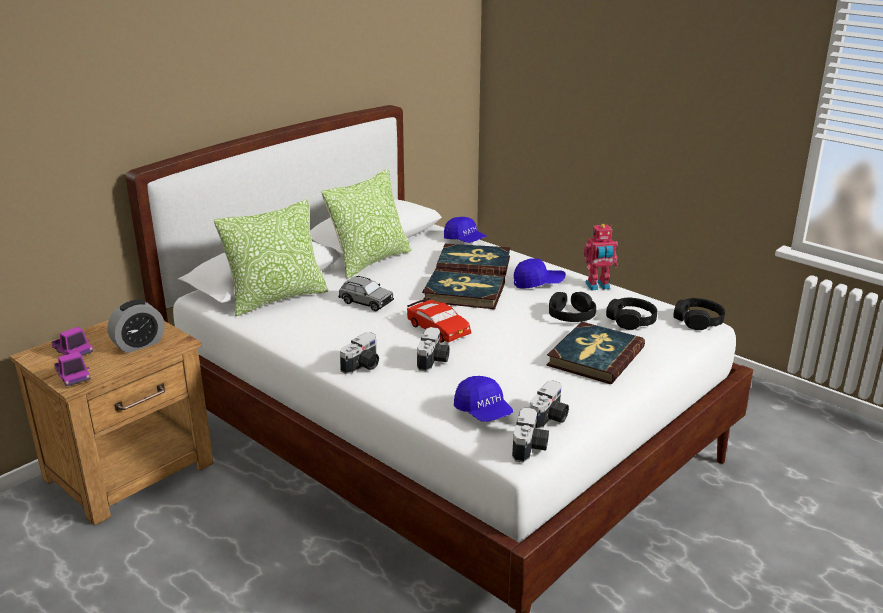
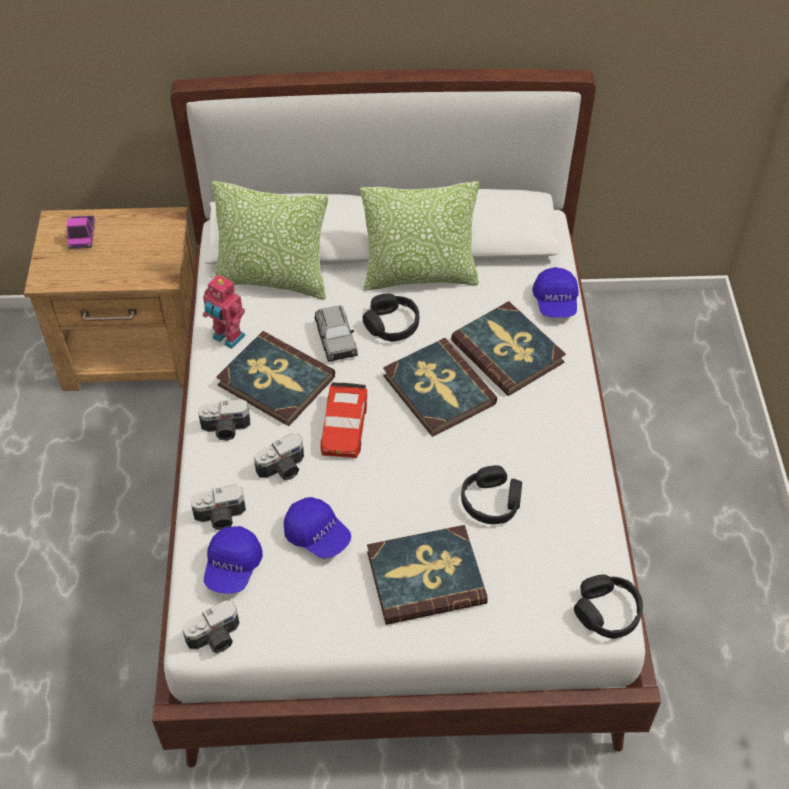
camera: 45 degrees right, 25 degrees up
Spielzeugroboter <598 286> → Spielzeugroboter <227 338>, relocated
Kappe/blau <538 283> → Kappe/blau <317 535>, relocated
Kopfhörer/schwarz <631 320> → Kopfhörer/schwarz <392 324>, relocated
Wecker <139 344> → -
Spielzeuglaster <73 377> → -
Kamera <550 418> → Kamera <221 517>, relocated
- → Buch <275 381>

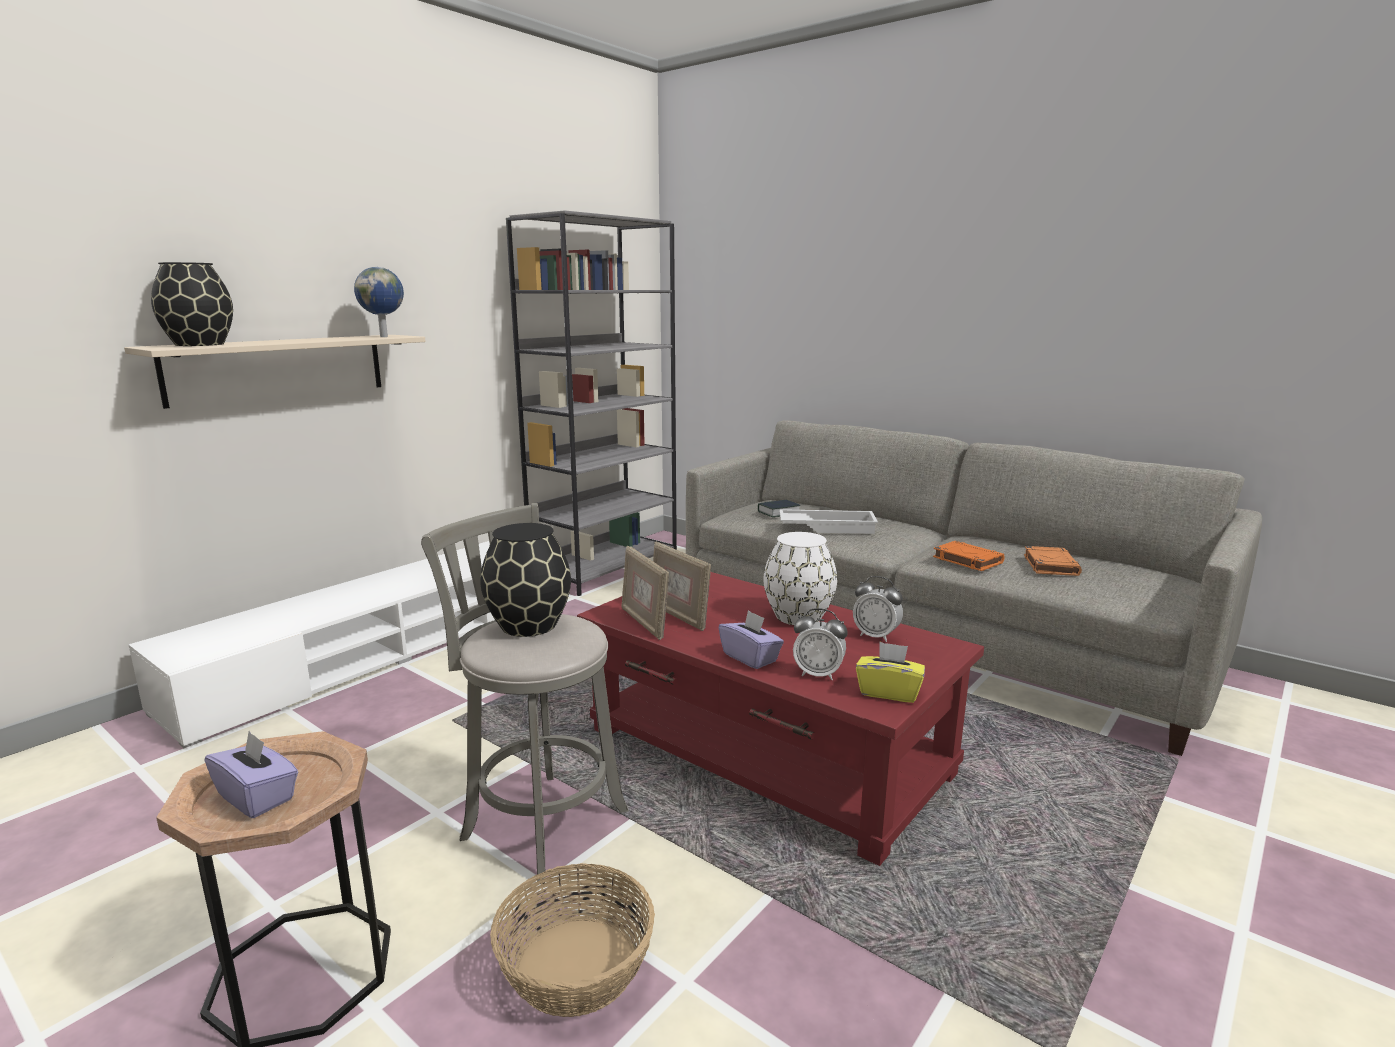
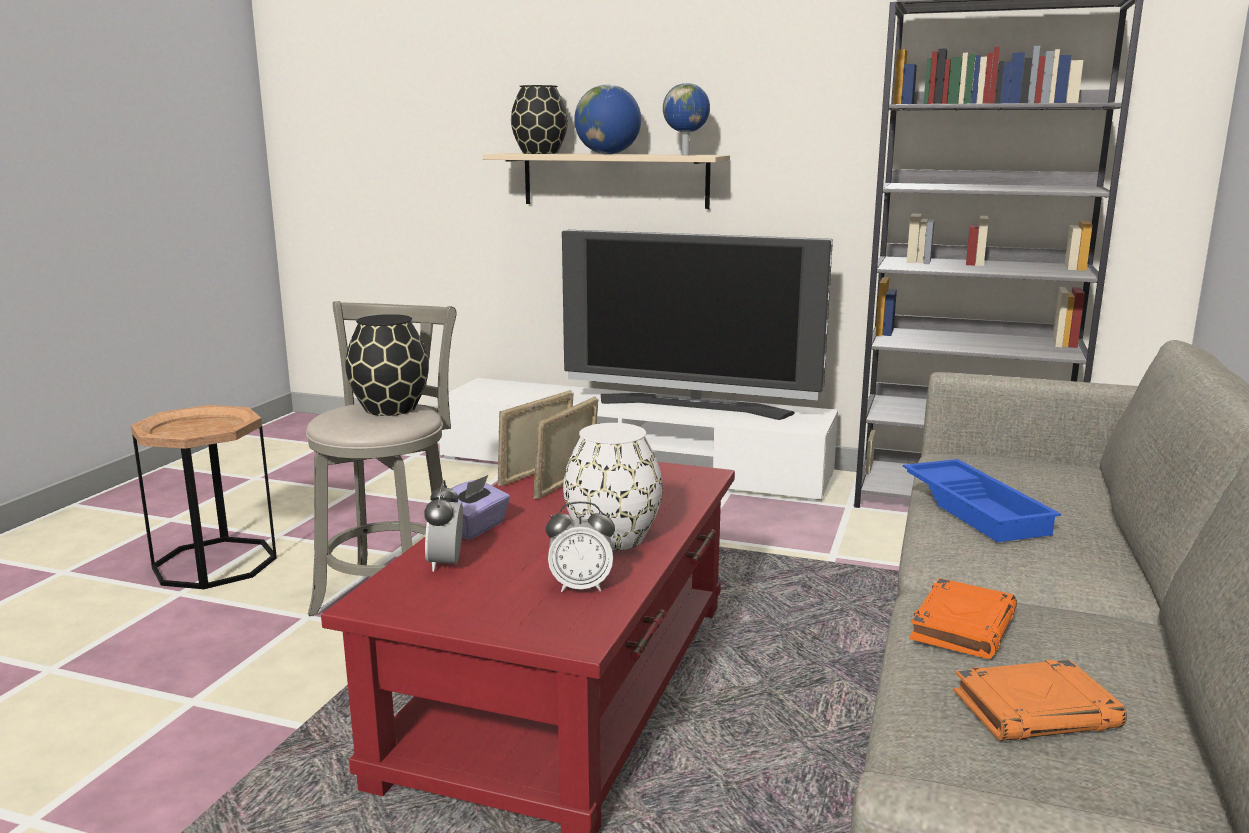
camera: 70 degrees right, 0 degrees up
Buch <778 512> → -
Tablett/weiß <827 527> → Tablett/blau <977 509>
Wecker <876 636> → Wecker <581 586>, 105 degrees counterclockwise
Taschentuchbox/gelb <889 692> → -
Taschentuchbox/lila <257 797> → -
Korb <575 965> → -
- → Globus <608 154>
- → Fernseher <693 406>

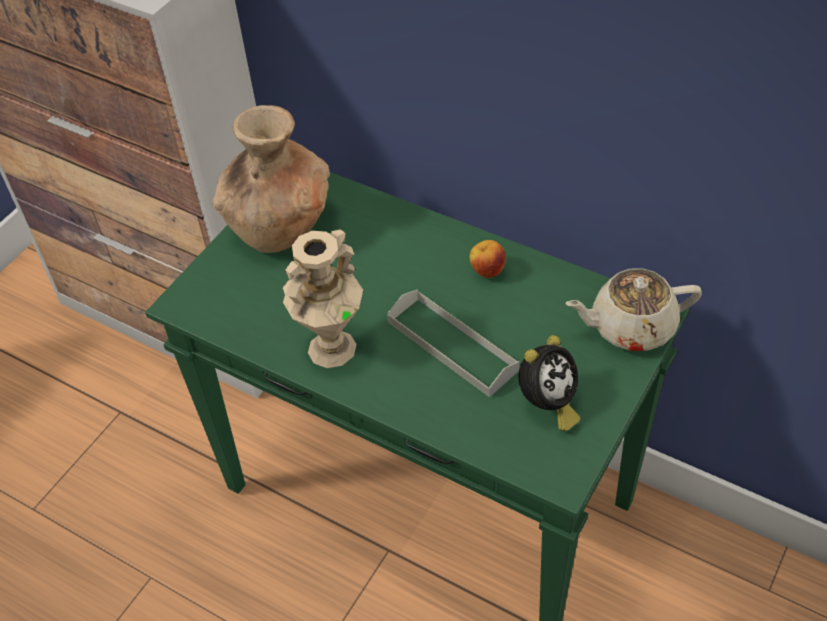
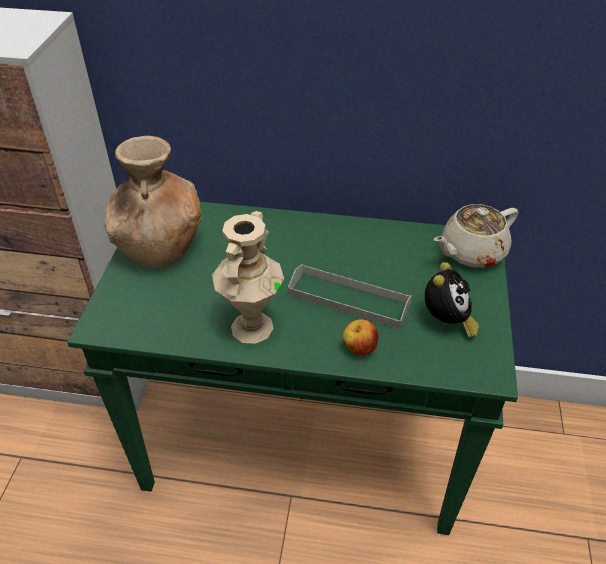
camera: 25 degrees left, 5 degrees down
Apfel <487 271> → Apfel <359 349>, relocated

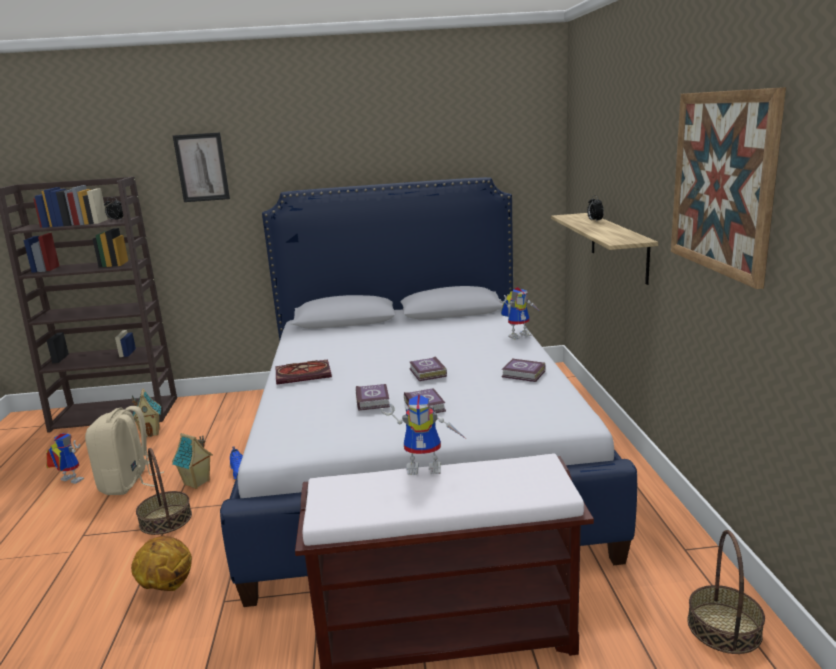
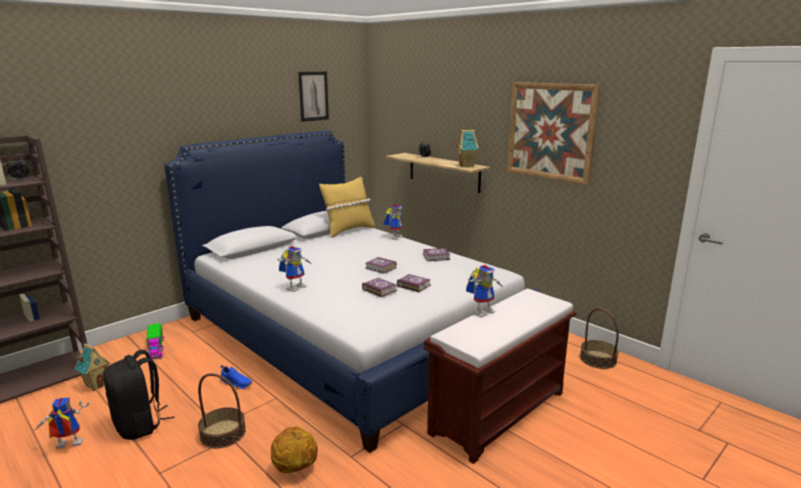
camera: 40 degrees left, 0 degrees up
Bild <202 167> → Bild <313 96>, relocated
Buch <304 374> → Spielzeugroboter <296 287>
Rucksack/beige <128 483> → Rucksack/schwarz <140 425>
Spielzeughaus <197 483> → Spielzeughaus <467 166>, relocated
- → Kissen/gelb <348 230>
- → Spielzeuglaster <156 349>

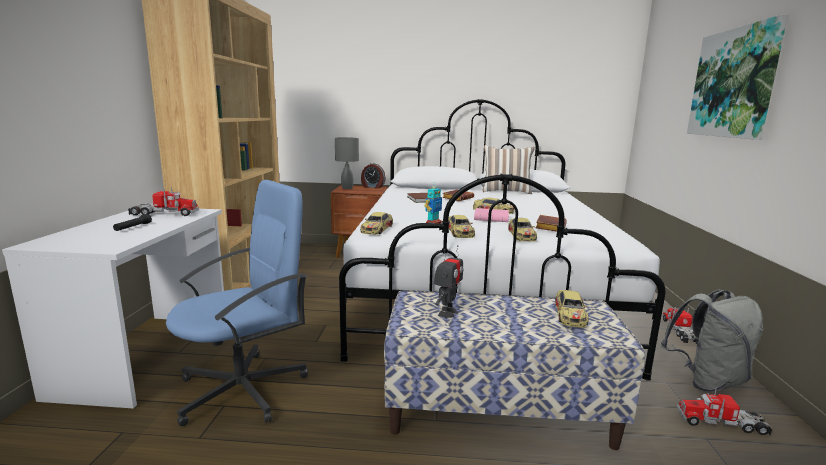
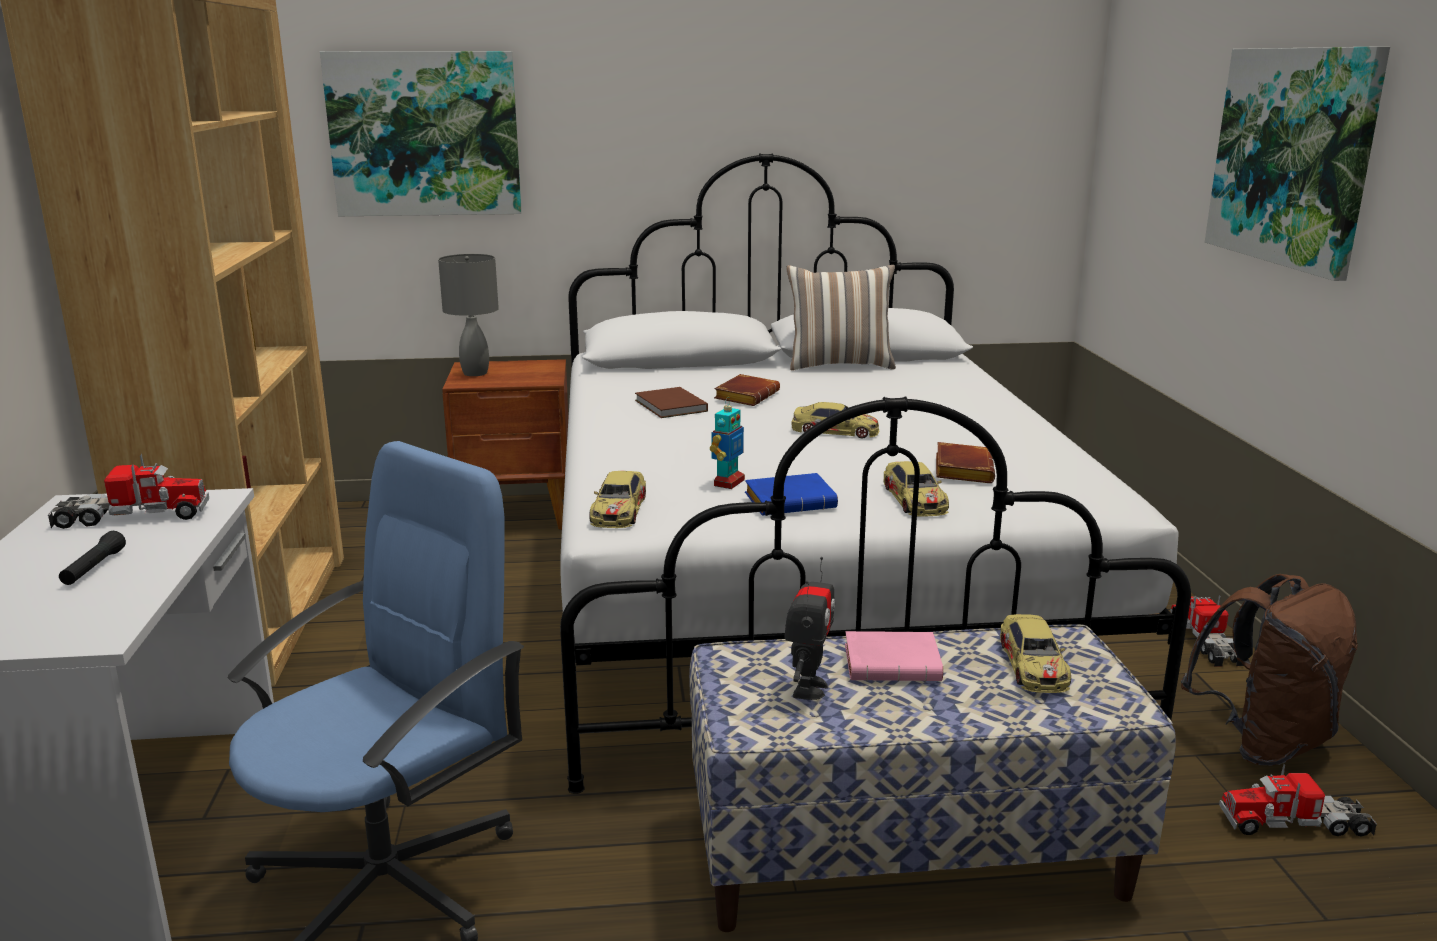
camera: 10 degrees left, 5 degrees up
Wecker <372 187> → -
Buch/rosa <492 219> → Buch/rosa <894 664>, relocated
Spielzeugauto <460 232> → Buch/blau <791 502>
Rucksack/grau <706 381> → Rucksack/braun <1263 743>
- → Bild <425 134>

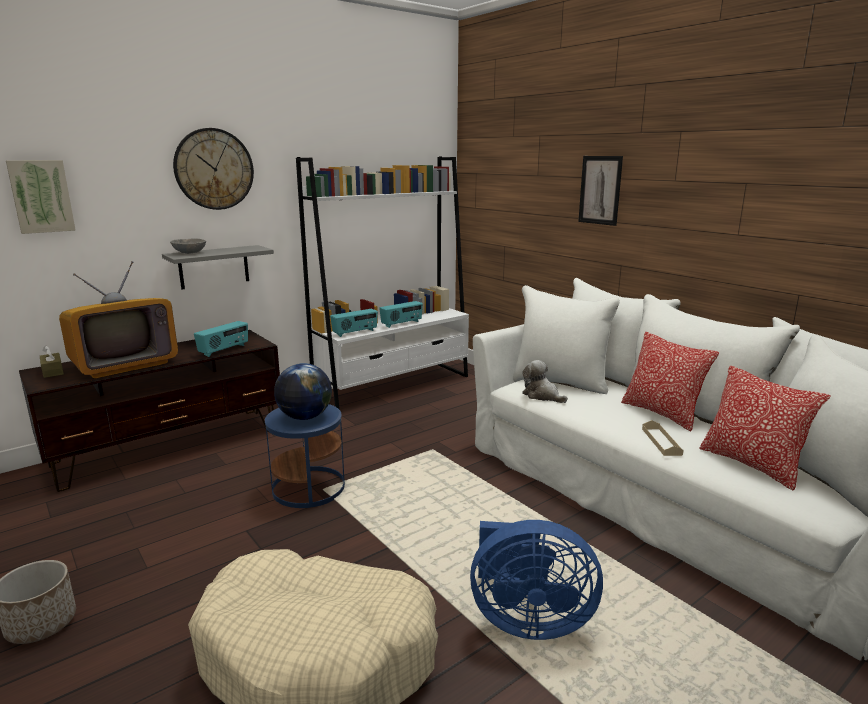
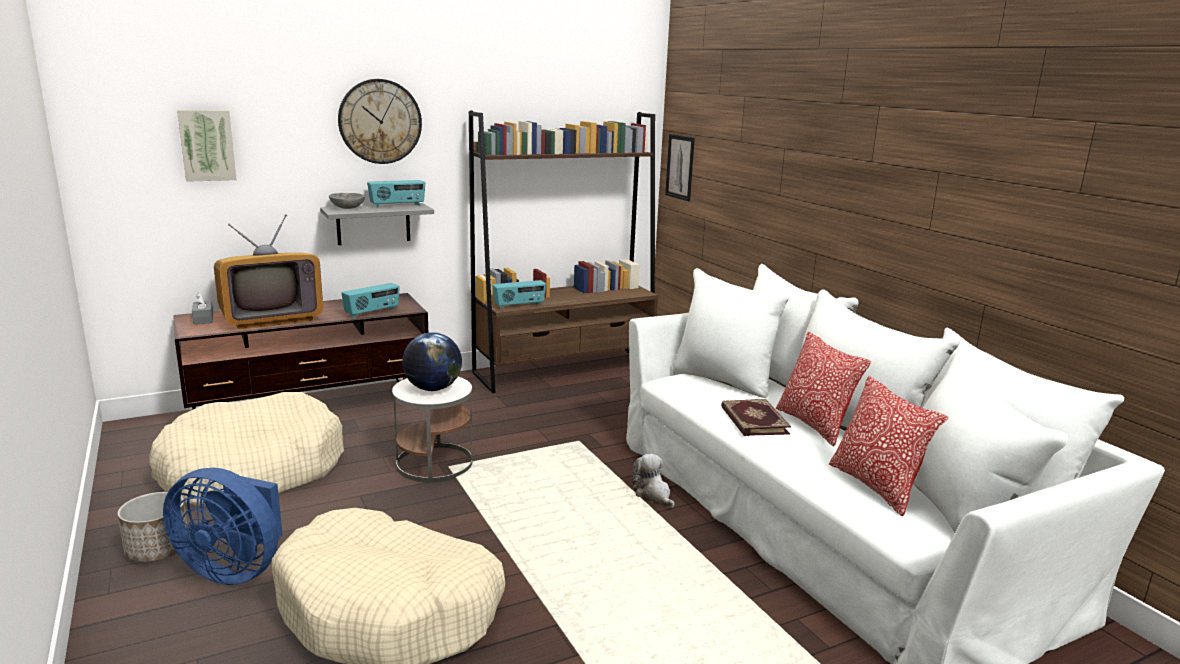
camera: 10 degrees right, 0 degrees up
Bild <600 190> → Bild <680 167>, relocated
Bücherregal/weiß <394 386> → Bücherregal/braun <565 370>
Radio <402 324> → Radio <397 205>, relocated
Taschentuchbox/braun <52 371> → Taschentuchbox/grau <203 319>
Plüschtier <542 395> → Plüschtier <653 494>, relocated
Beistelltisch/blau <309 487> → Beistelltisch/weiß <435 463>
Tablett/beige <661 441> → -
Ventilator/blau <526 620> → Ventilator/blau <234 569>, relocated
- → Hundebett/beige <252 470>
- → Buch <753 420>

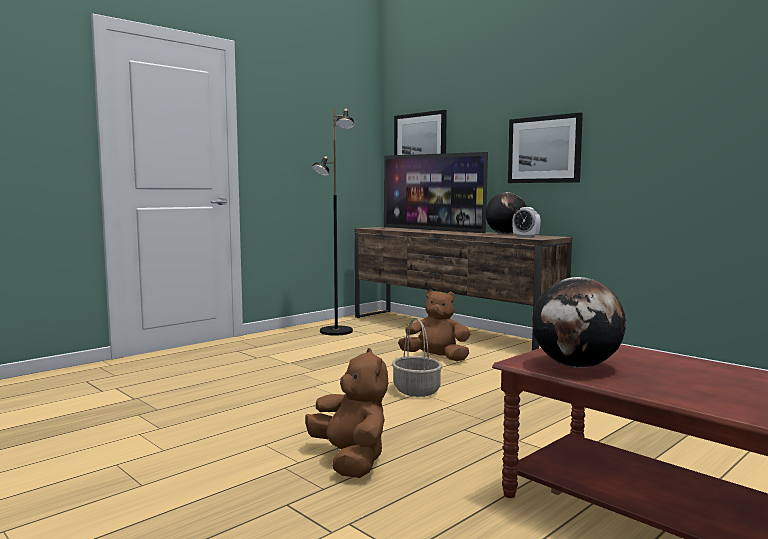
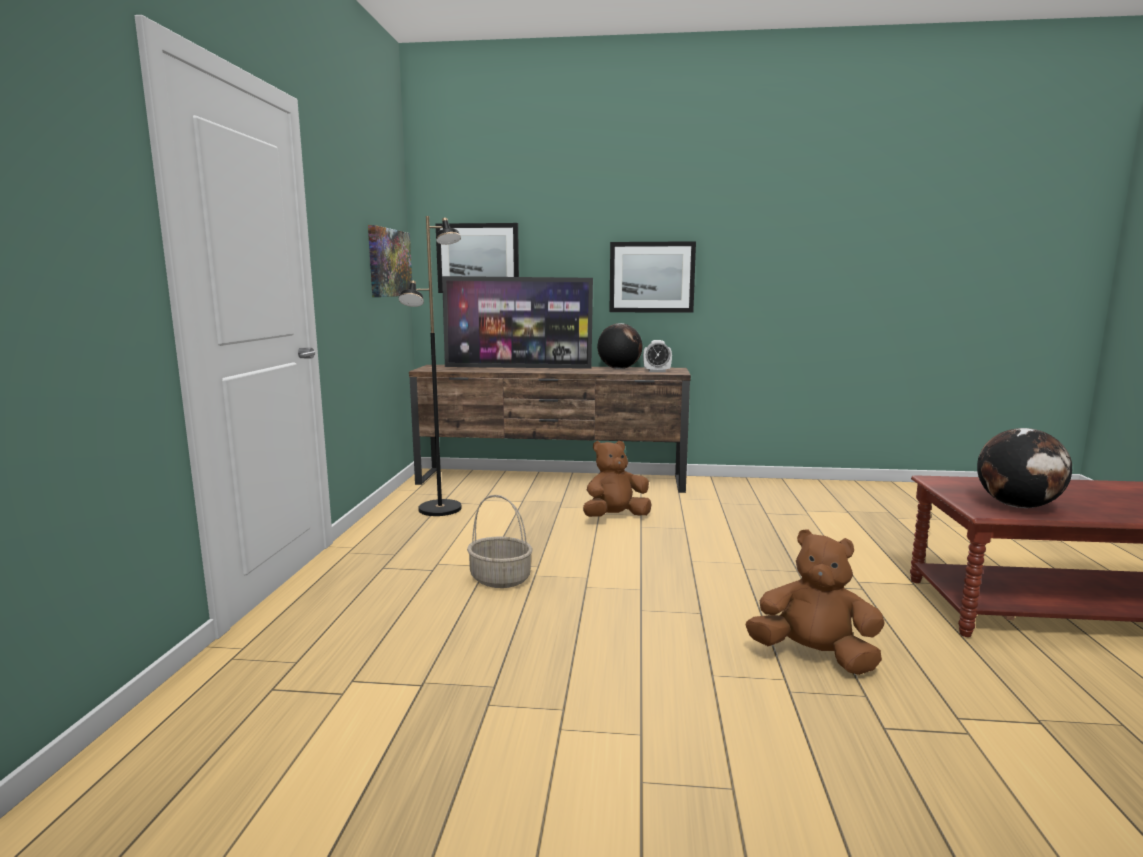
camera: 40 degrees left, 5 degrees up
Korb <416 390> → Korb <499 579>, relocated
- → Bild <389 263>

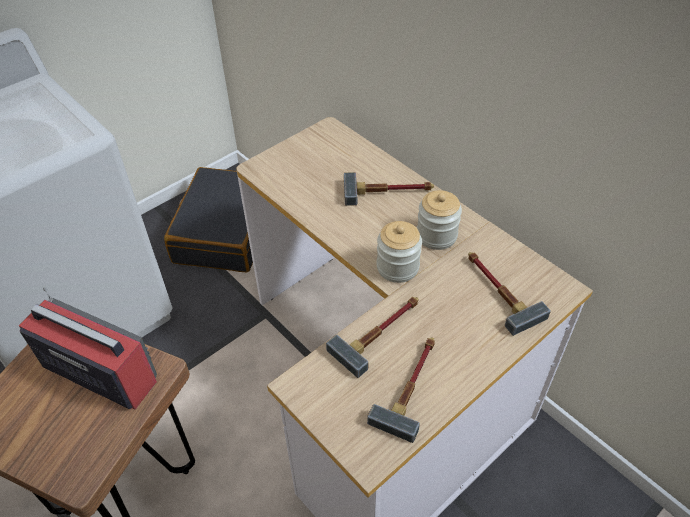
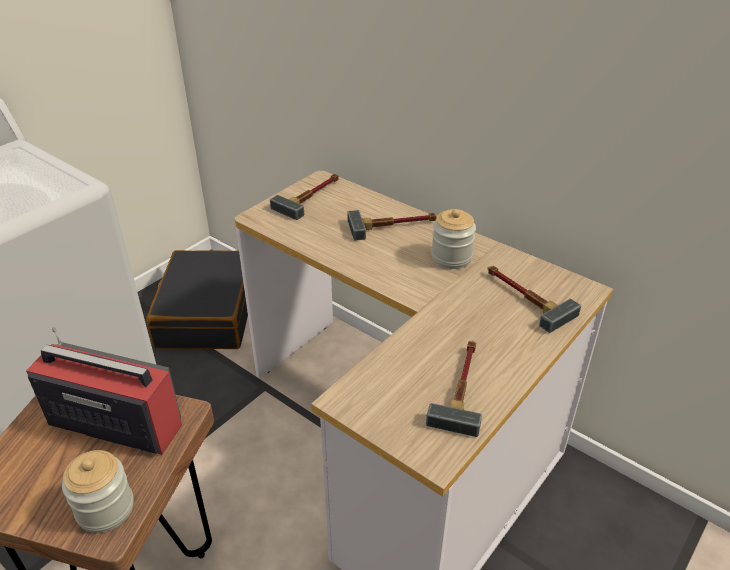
camera: 10 degrees left, 10 degrees down
Vorratsglas <397 267> → Vorratsglas <105 509>, relocated
Hammer <380 332> → Hammer <311 197>, relocated

